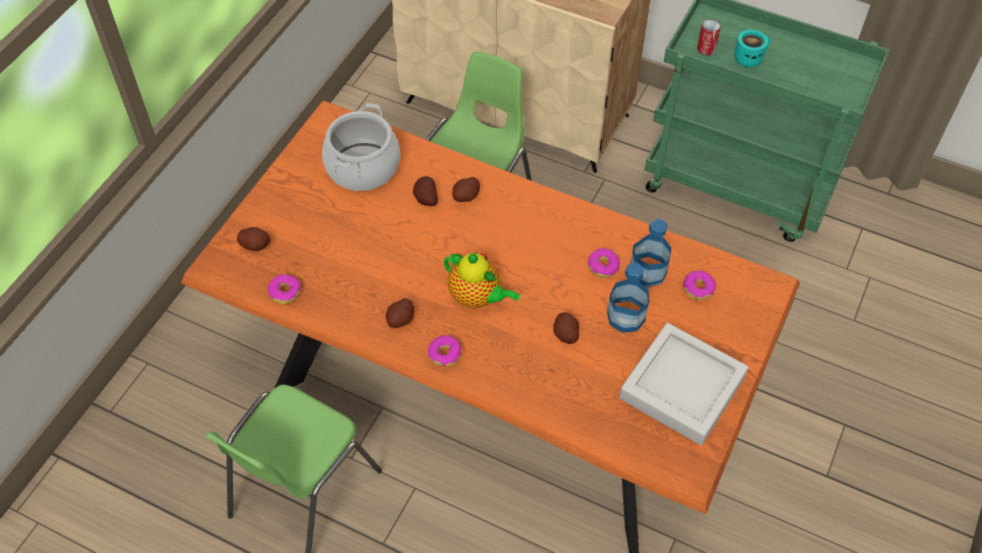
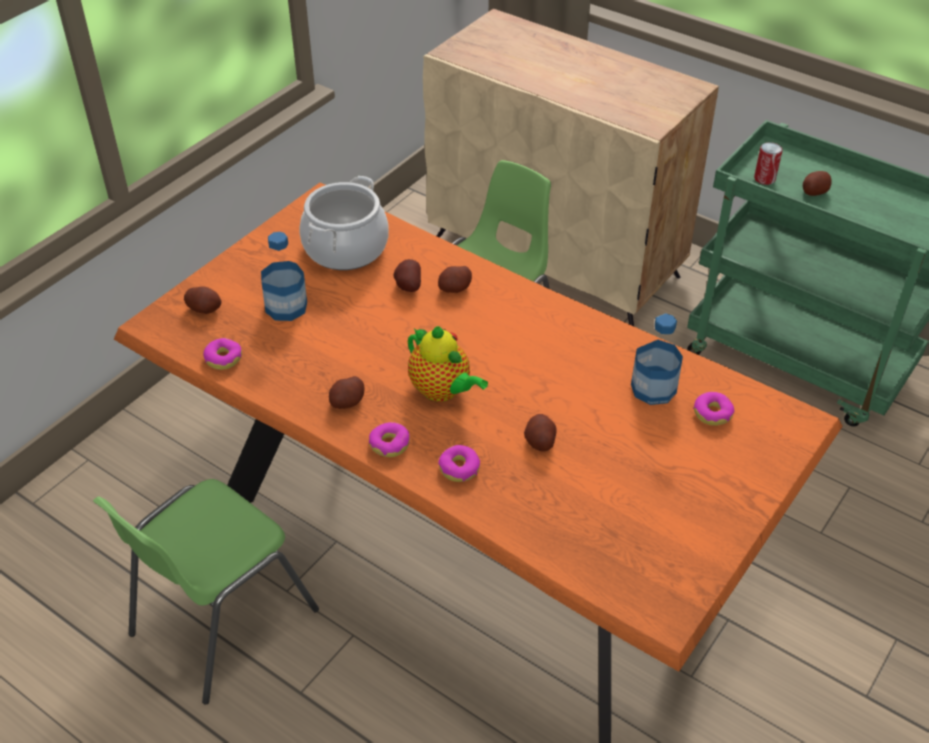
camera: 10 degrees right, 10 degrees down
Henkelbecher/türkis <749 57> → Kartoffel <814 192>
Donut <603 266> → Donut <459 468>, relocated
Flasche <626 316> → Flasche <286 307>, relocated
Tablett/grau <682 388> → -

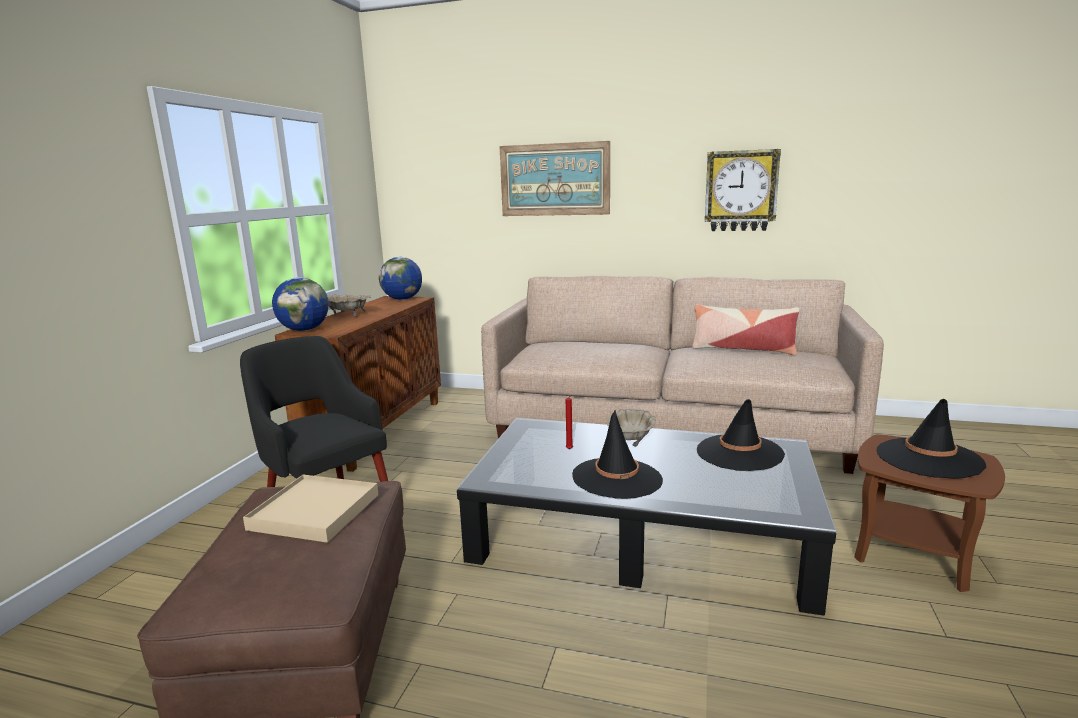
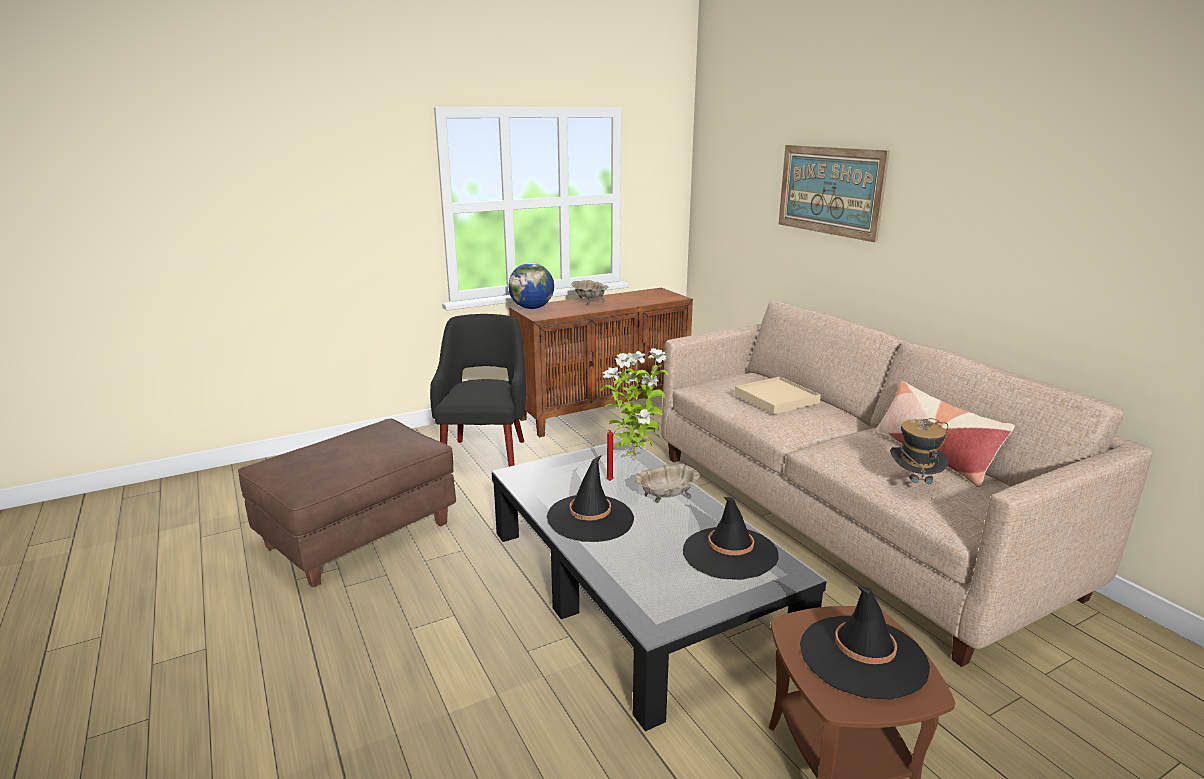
camera: 45 degrees right, 5 degrees up
Wanduhr <741 191> → -
Globus <402 299> → -
Tablett/beige <314 512> → Tablett/beige <776 398>, relocated
- → Topfpflanze <634 460>
- → Hut <913 486>

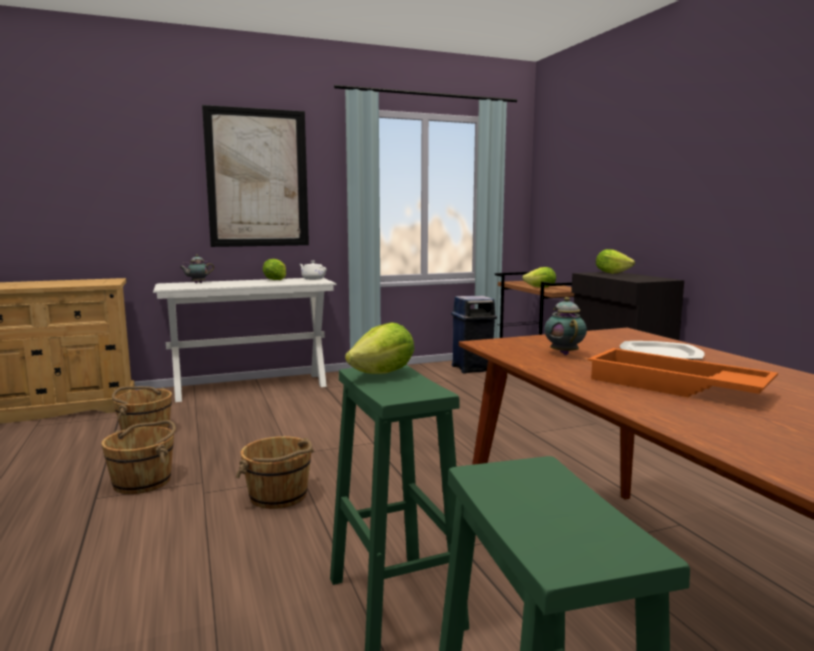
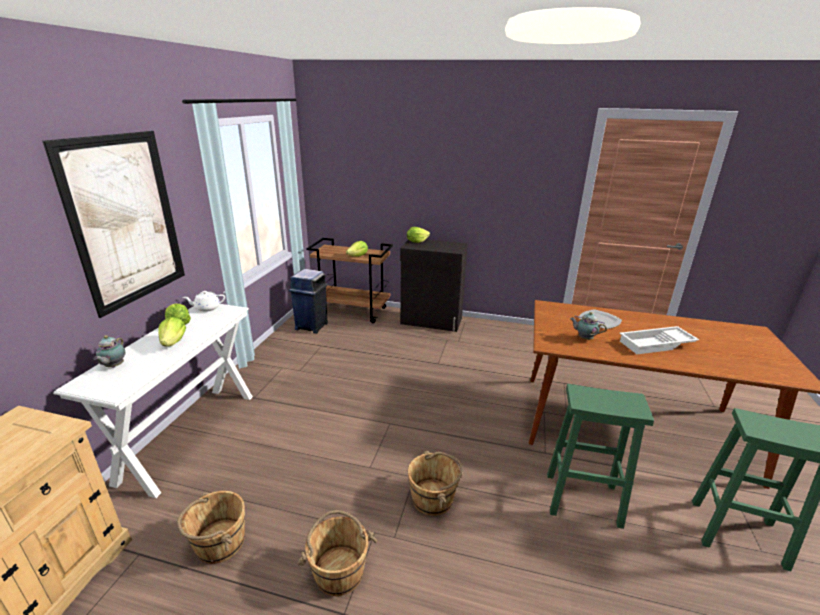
camera: 55 degrees left, 15 degrees up
Salatkopf <383 373> → Salatkopf <174 342>, relocated
Tablett/orange <674 387> → Tablett/weiß <656 344>

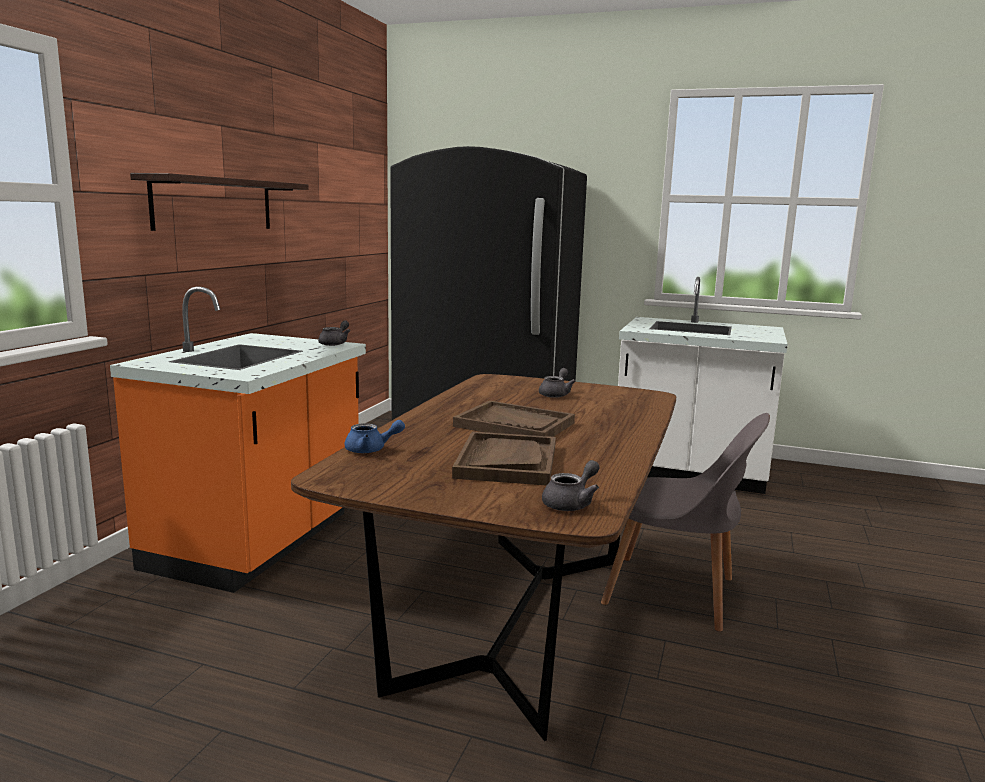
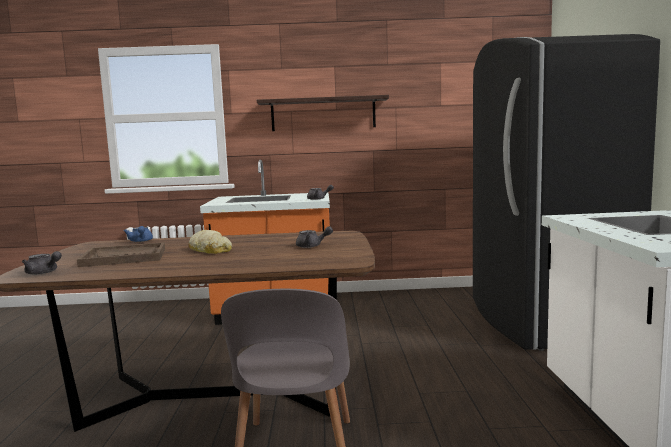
camera: 70 degrees right, 5 degrees down
Tablett/braun <515 425> → Brot <210 250>

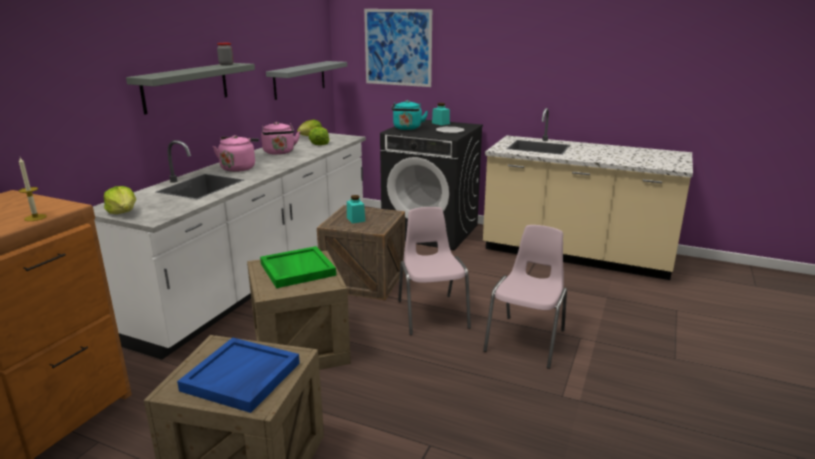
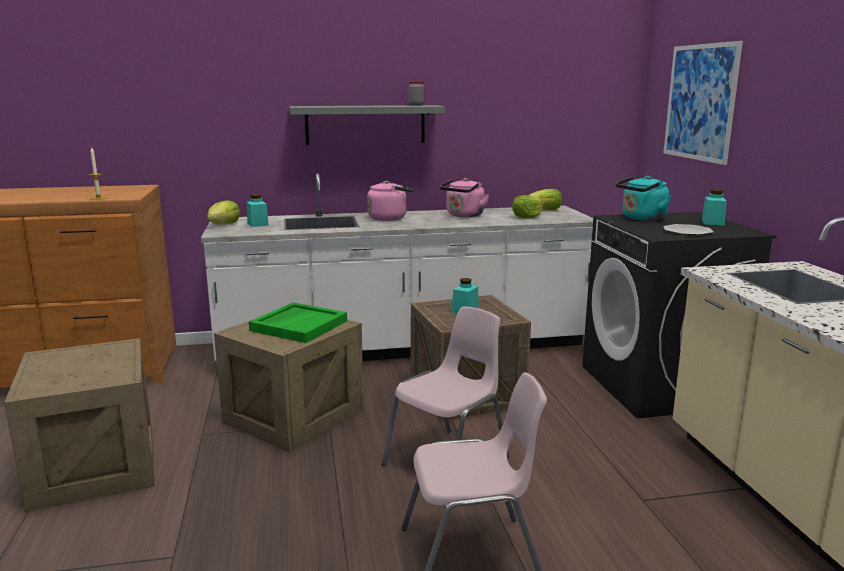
camera: 55 degrees right, 5 degrees down
Wandregal/grau <299 79> → -
Tablett/blau <241 377> → -
- → Vorratsglas/türkis <257 224>

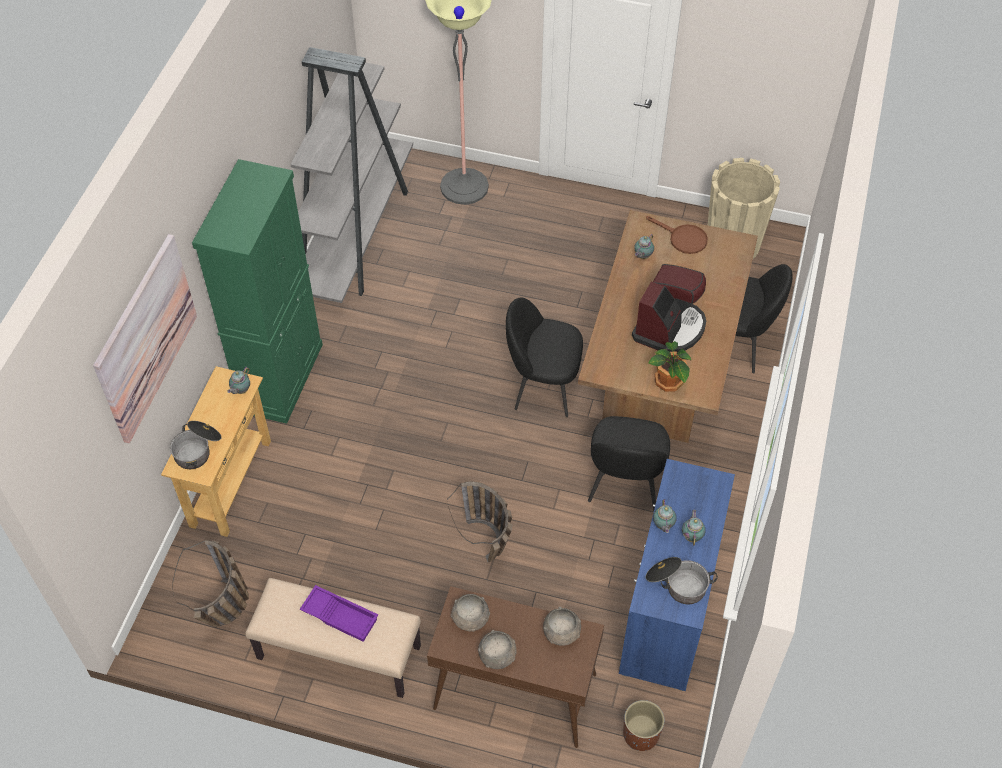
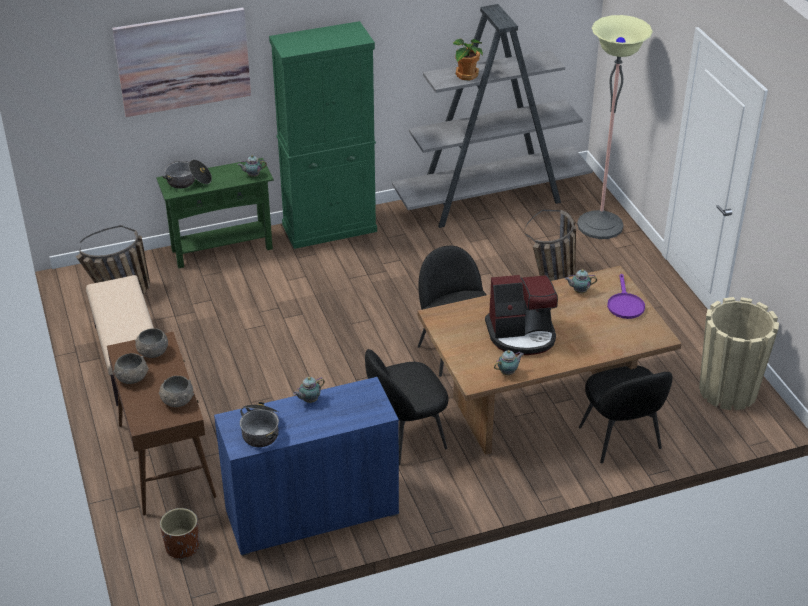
camera: 55 degrees right, 15 degrees down
Pfanne/braun <683 239> → Pfanne/lila <624 304>
Topfpflanze <668 382> → Topfpflanze <466 75>, relocated
Konsolentisch/beige <230 483> → Konsolentisch/grün <222 249>
Korb <489 547> → Korb <552 278>, relocated
Teekanne <692 536> → Teekanne <508 372>, relocated
Tablett/lila <341 615> → -

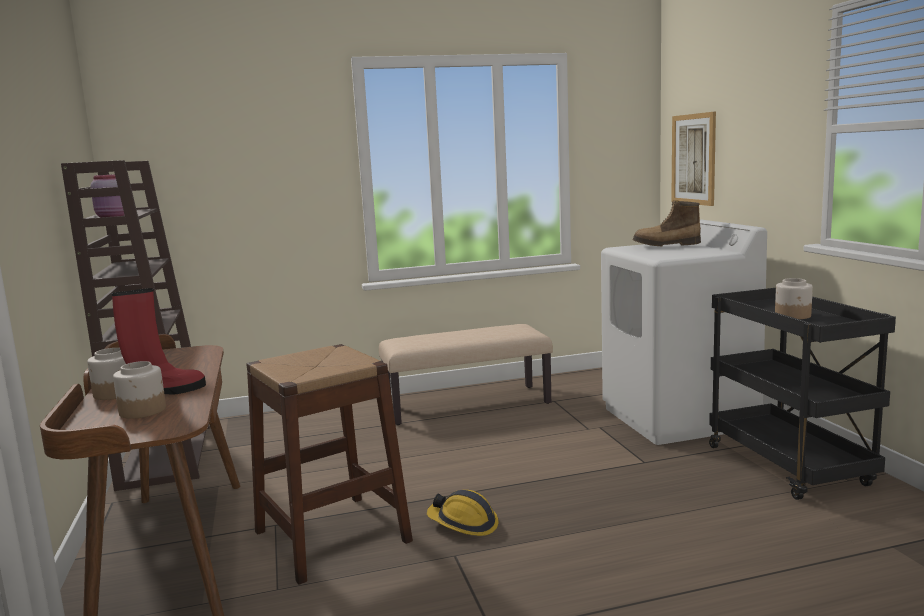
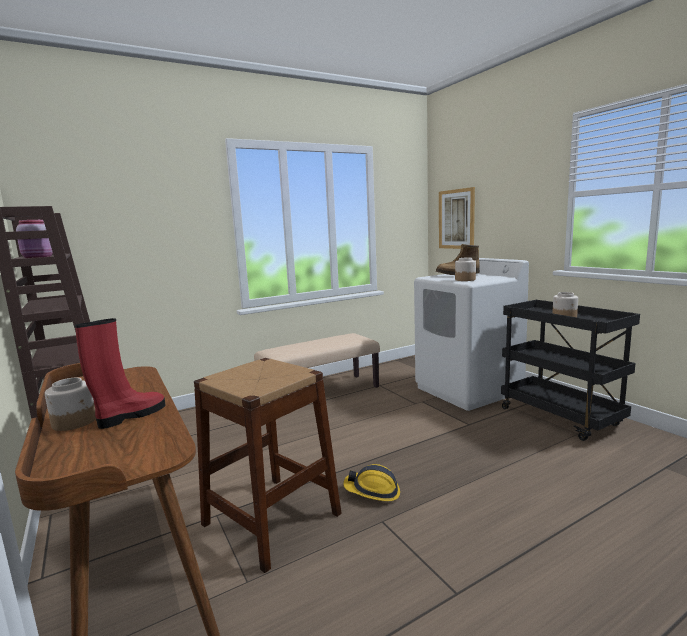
camera: 15 degrees left, 0 degrees up
Vorratsglas <143 411> → Vorratsglas <465 279>, relocated

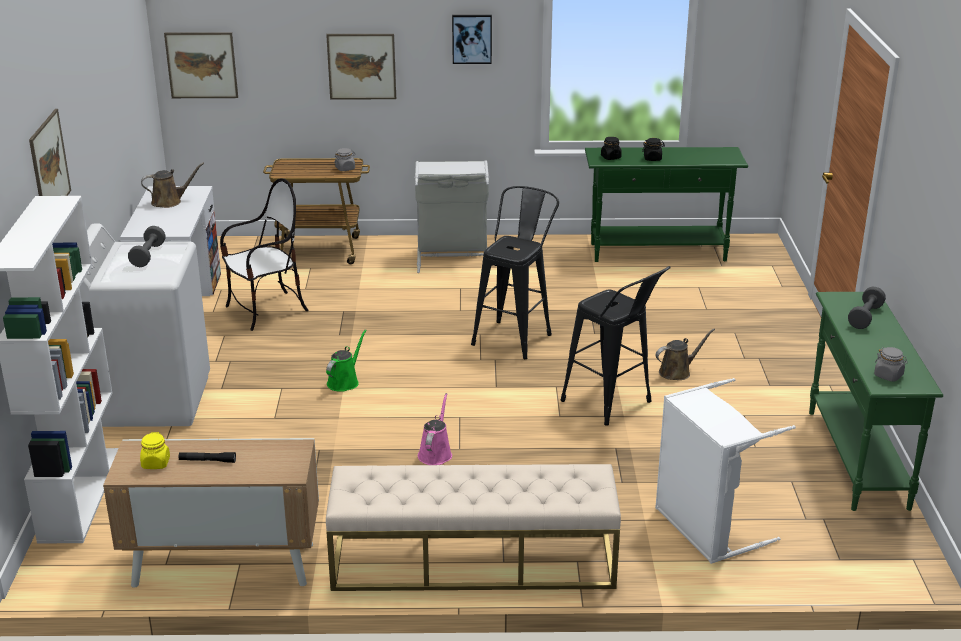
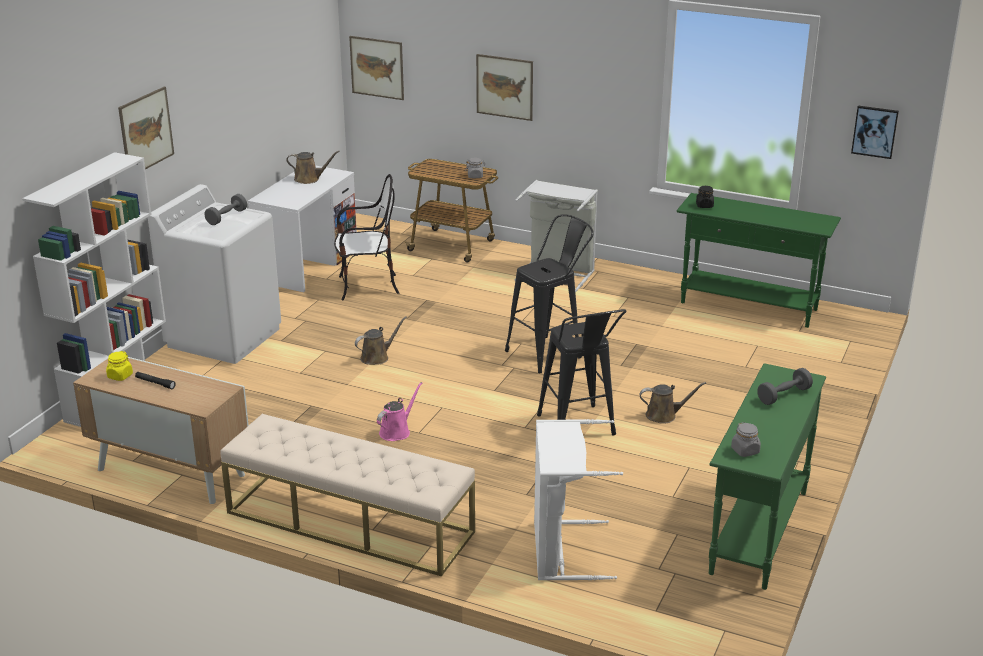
camera: 25 degrees right, 0 degrees up
Bild <472 39> → Bild <874 131>, relocated
Vorratsglas/schwarz <652 158> → -
Gießkanne/grün <344 382> → Gießkanne/braun <377 357>

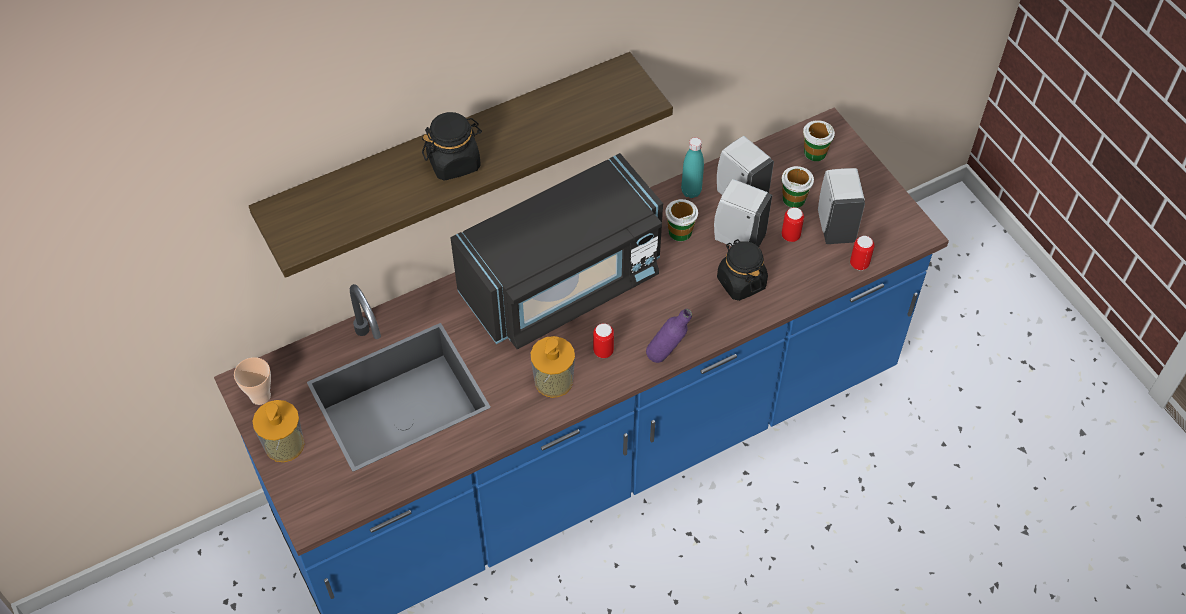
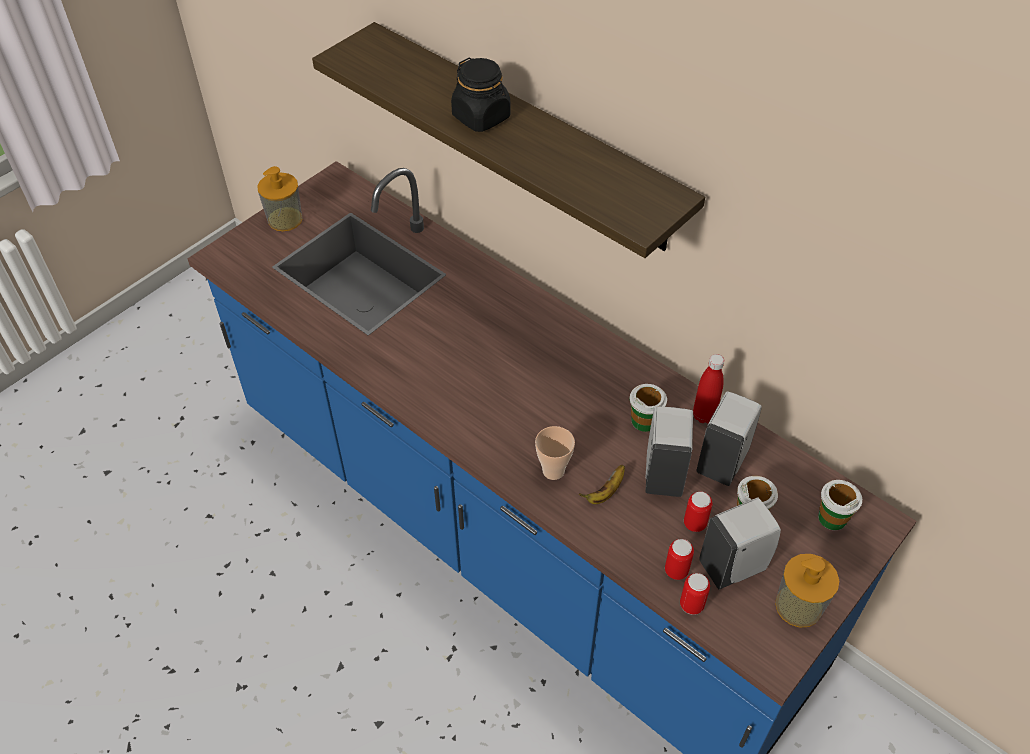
camera: 70 degrees right, 5 degrees down
Flasche/türkis <691 191> → Flasche/rot <703 416>
Mikrowelle/schwarz <562 283> → -
Vorratsglas/schwarz <741 282> → Banane <605 492>
Flasche/lila <666 357> → -
Dose <603 351> → Dose <676 571>, relocated
Seifenspender <553 381> → Seifenspender <798 606>, relocated
Tasse <260 396> → Tasse <553 471>, relocated

